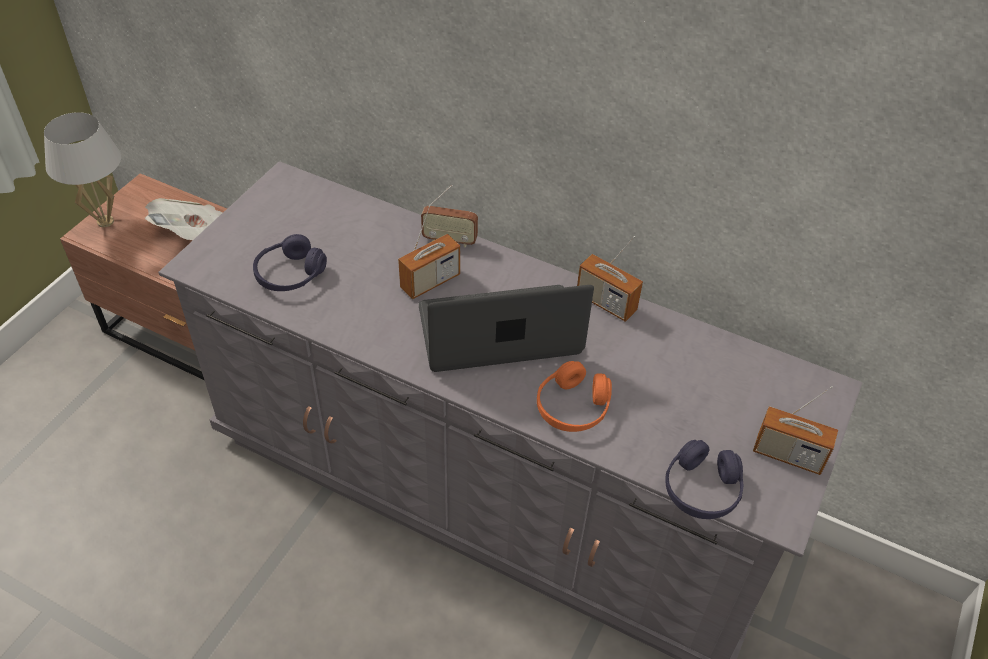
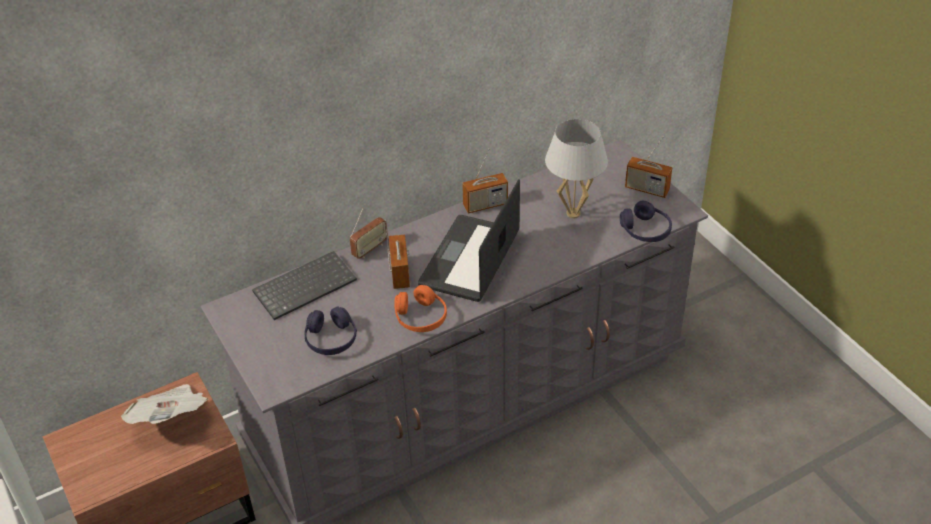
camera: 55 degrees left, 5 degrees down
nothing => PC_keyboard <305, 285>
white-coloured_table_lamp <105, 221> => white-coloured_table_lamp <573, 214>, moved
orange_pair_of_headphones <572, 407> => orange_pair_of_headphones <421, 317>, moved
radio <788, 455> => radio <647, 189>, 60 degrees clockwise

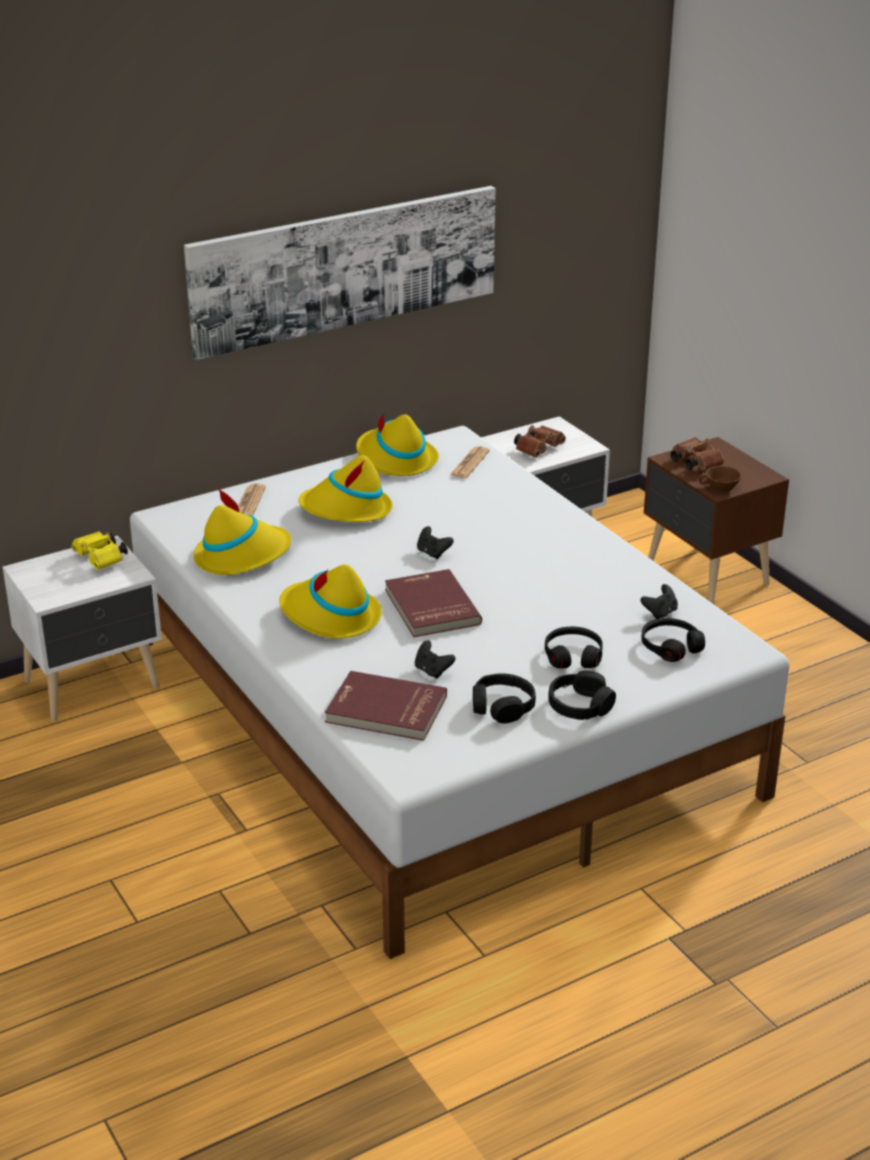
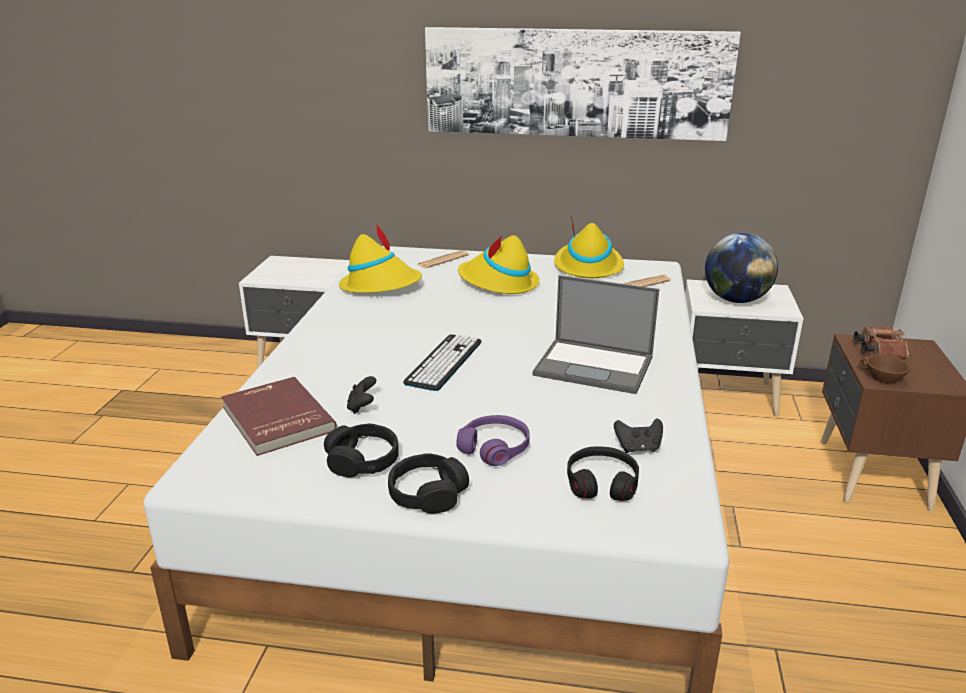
camera: 40 degrees right, 5 degrees down
yellowish_pair_of_binoculars <101, 560> => nothing
yellowish_clothing_hat <330, 616> => nothing
black_gamepad <433, 553> => nothing
nothing => notebook_computer <595, 366>
reddish_book <430, 607> => PC_keyboard <444, 362>
brownish_pair_of_binoculars <539, 449> => world_globe <735, 300>
black_pair_of_headphones <573, 656> => purple-coloured_pair_of_headphones <495, 448>

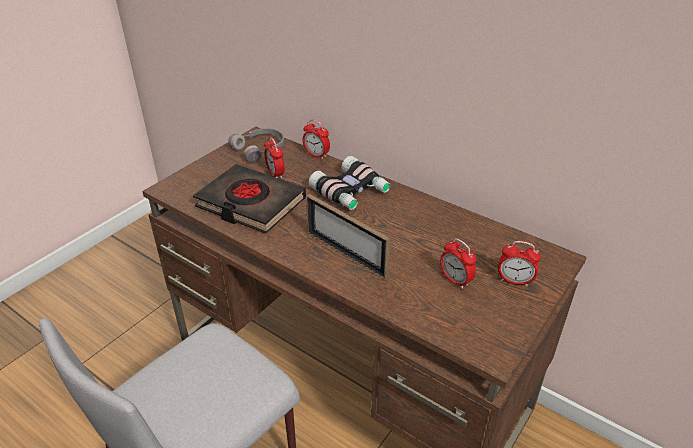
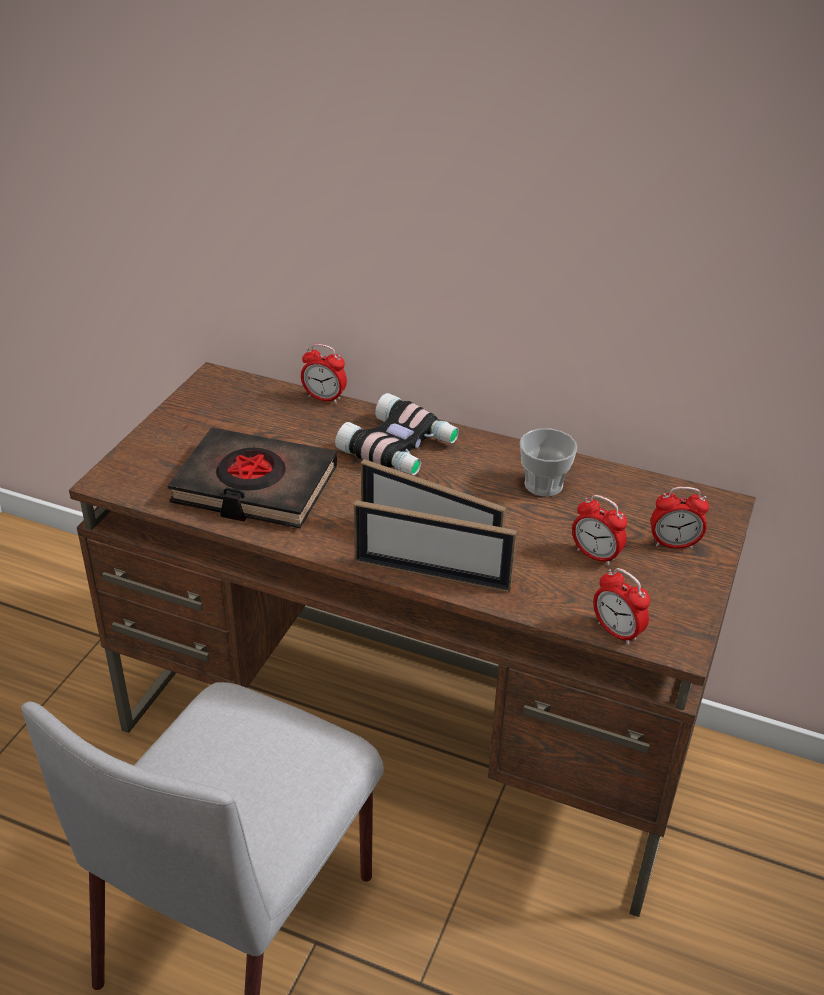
camera: 15 degrees left, 0 degrees up
grey_pair_of_headphones <260, 149> => nothing
nothing => photo_frame <432, 574>
nothing => cup <543, 485>
bedside_clock <275, 174> => bedside_clock <617, 632>, moved

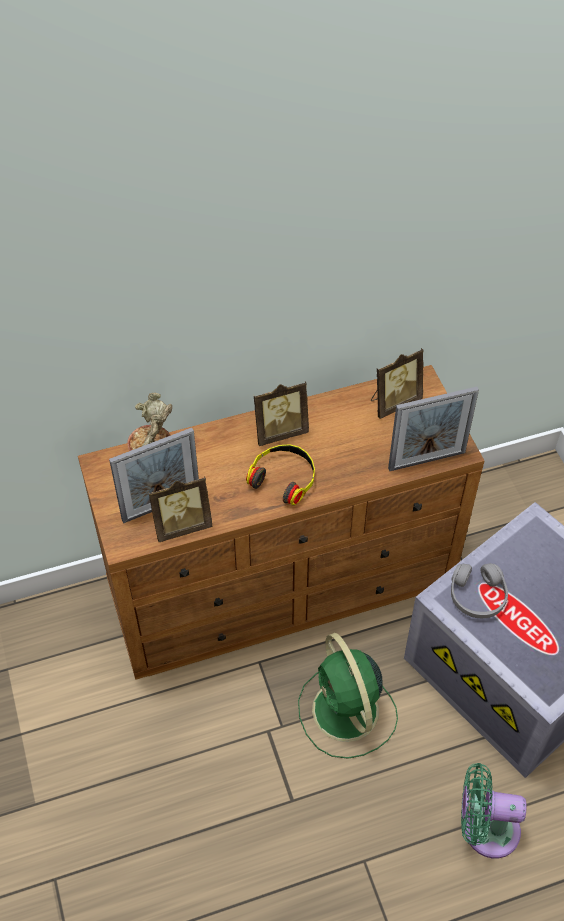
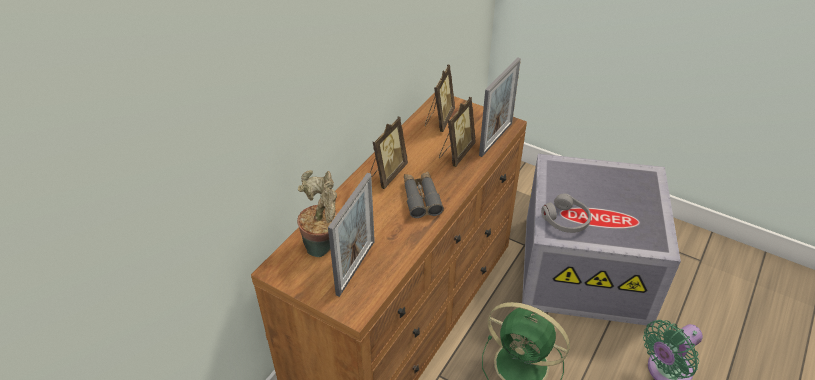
camera: 40 degrees left, 10 degrees down
photo_frame <182, 525> => photo_frame <456, 153>, moved
pair_of_headphones <283, 477> => grey_pair_of_binoculars <421, 198>

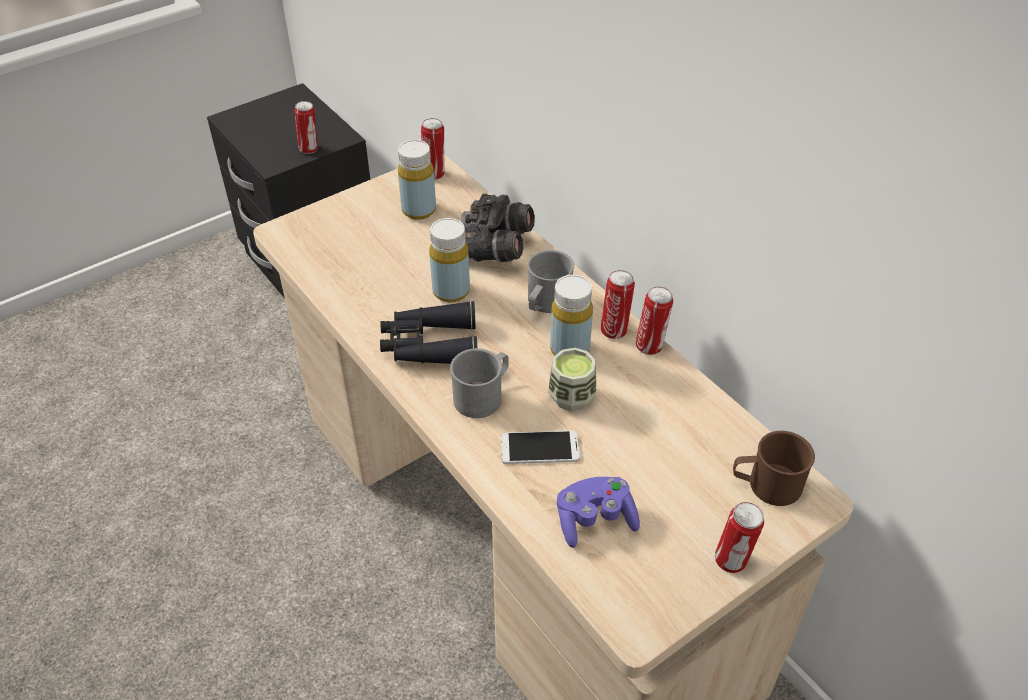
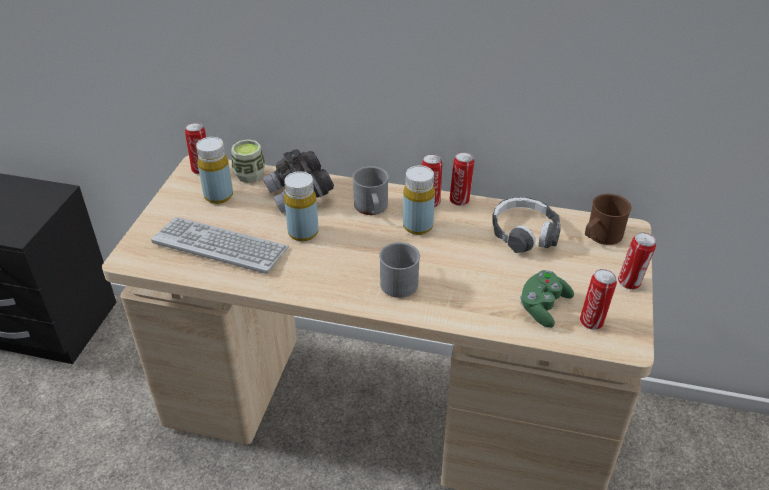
camera: 40 degrees left, 5 degrees down
black_pair_of_binoculars <429, 345> => nothing
handset <539, 448> => nothing
nothing => PC_keyboard <220, 246>
nothing => pair_of_headphones <524, 232>
metal_can <309, 149> => metal_can <592, 321>, moved
cup <571, 397> => cup <249, 175>, moved
purple-coloured_gamepad <595, 520> => green_gamepad <543, 307>

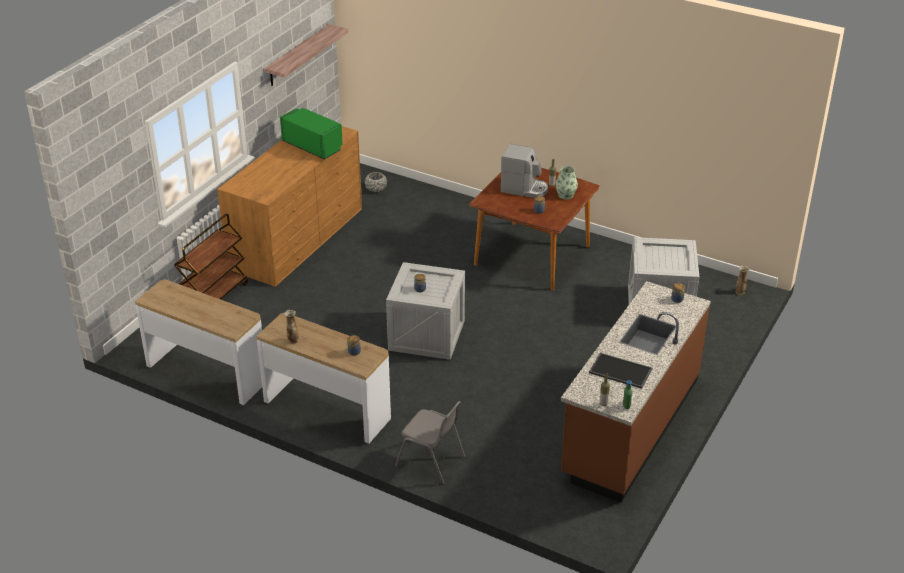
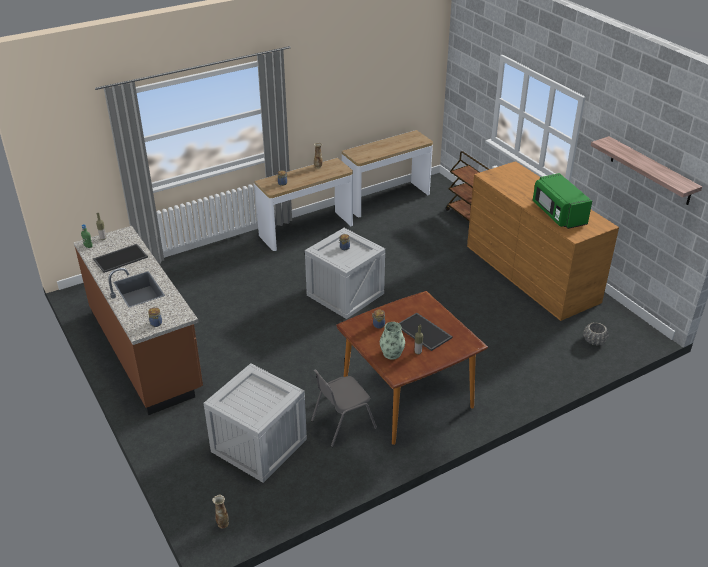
camera: 120 degrees right, 0 degrees up
grey_plain_chair <431, 461> => grey_plain_chair <342, 424>, moved
coffee_maker <524, 189> => carrying_tray <424, 331>
green_microwave <313, 146> => green_microwave <558, 214>, 90 degrees clockwise

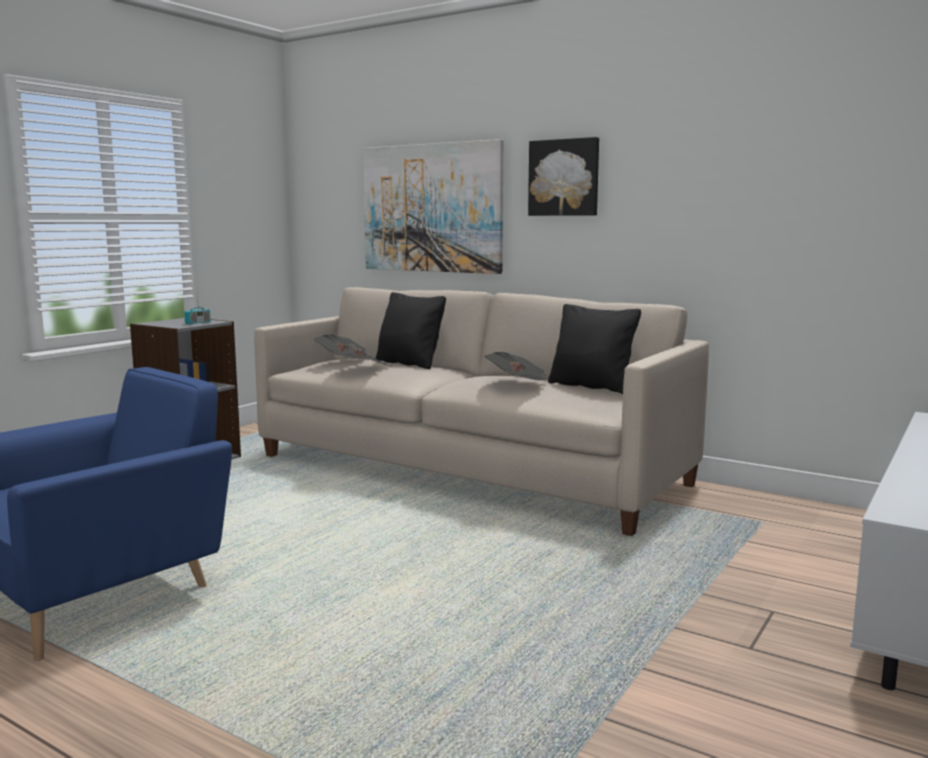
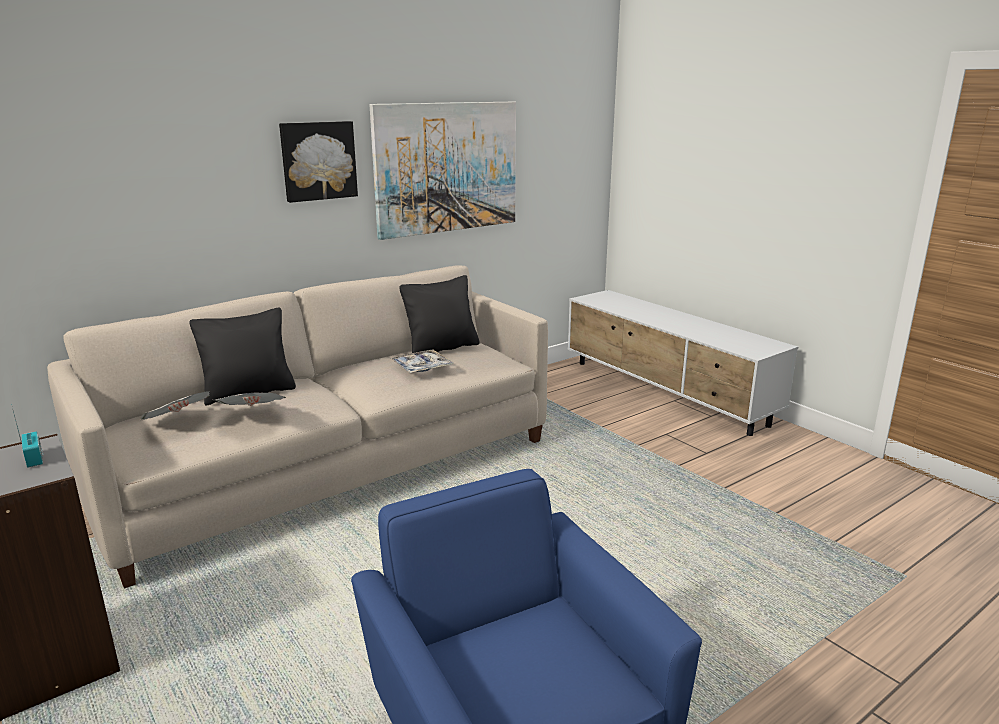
camera: 70 degrees left, 10 degrees up
wall_art <431, 208> => wall_art <447, 168>, moved
printed_paper <518, 384> => carrying_tray <421, 367>

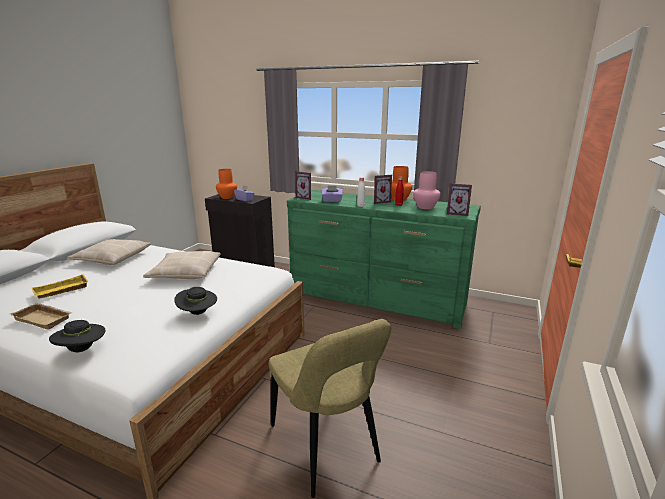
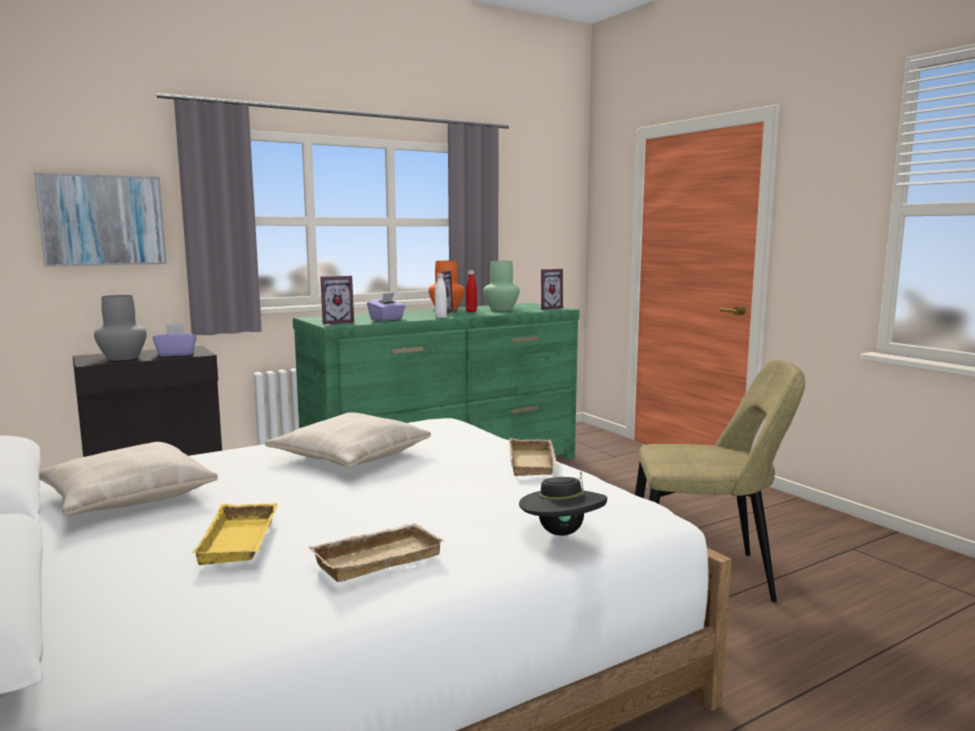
camera: 55 degrees left, 10 degrees down
nothing => wall_art <103, 220>
black_clothing_hat <198, 313> => beige-coloured_carrying_tray <534, 463>
orange_vase <227, 197> => grey_vase <122, 358>
pinkish_vase <425, 207> => green_vase <501, 309>

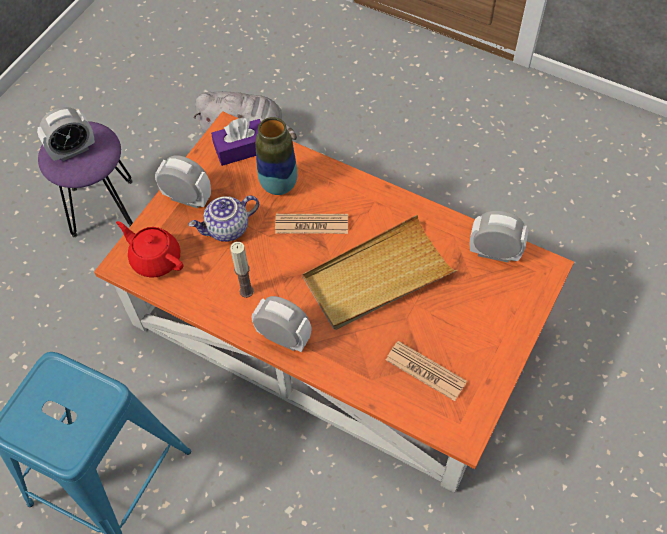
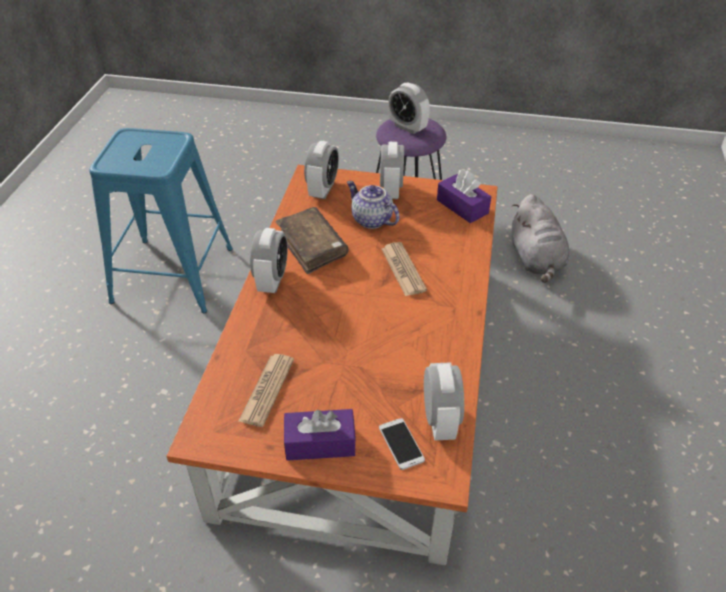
camera: 70 degrees right, 15 degrees down
vase <278, 184> => nothing
beige-coloured_carrying_tray <377, 276> => nothing
nothing => purple-coloured_box_of_tissues <320, 443>
nothing => handset <401, 444>
reddish_teapot <155, 259> => bedside_clock <322, 190>
wax_light <246, 291> => brownish_book <312, 247>

